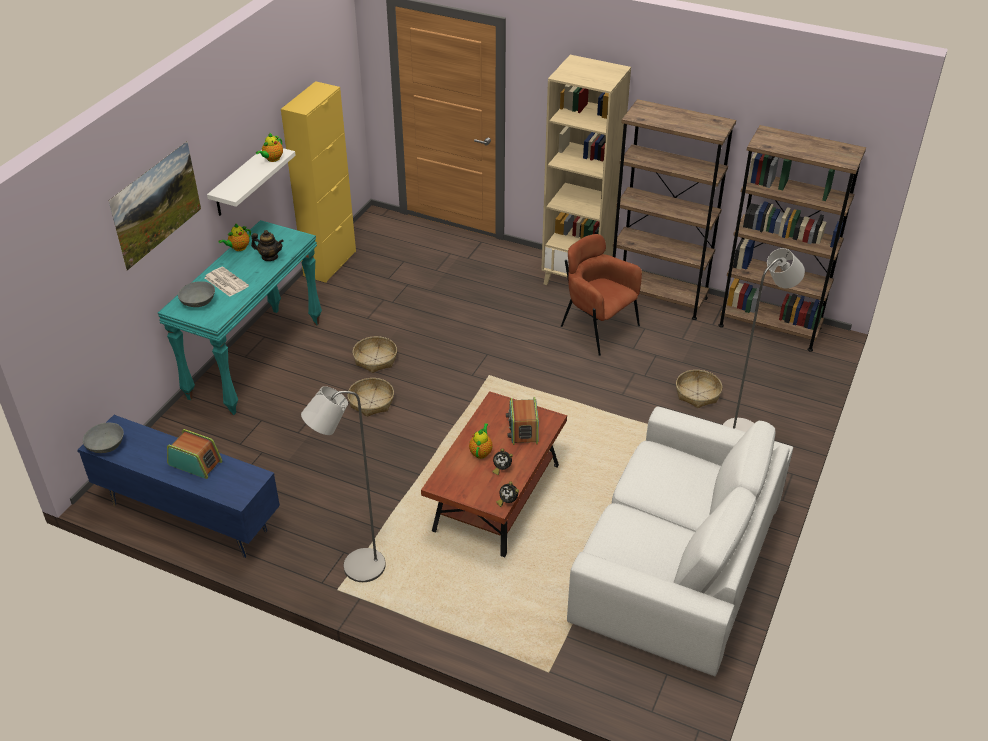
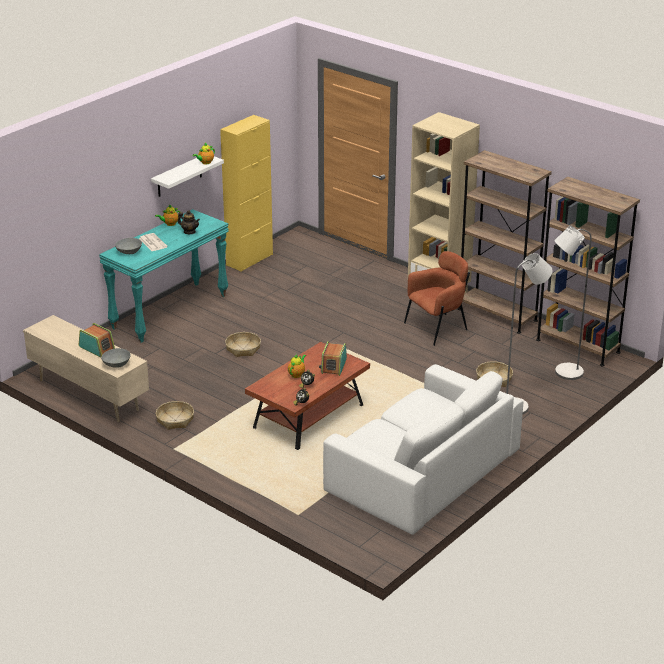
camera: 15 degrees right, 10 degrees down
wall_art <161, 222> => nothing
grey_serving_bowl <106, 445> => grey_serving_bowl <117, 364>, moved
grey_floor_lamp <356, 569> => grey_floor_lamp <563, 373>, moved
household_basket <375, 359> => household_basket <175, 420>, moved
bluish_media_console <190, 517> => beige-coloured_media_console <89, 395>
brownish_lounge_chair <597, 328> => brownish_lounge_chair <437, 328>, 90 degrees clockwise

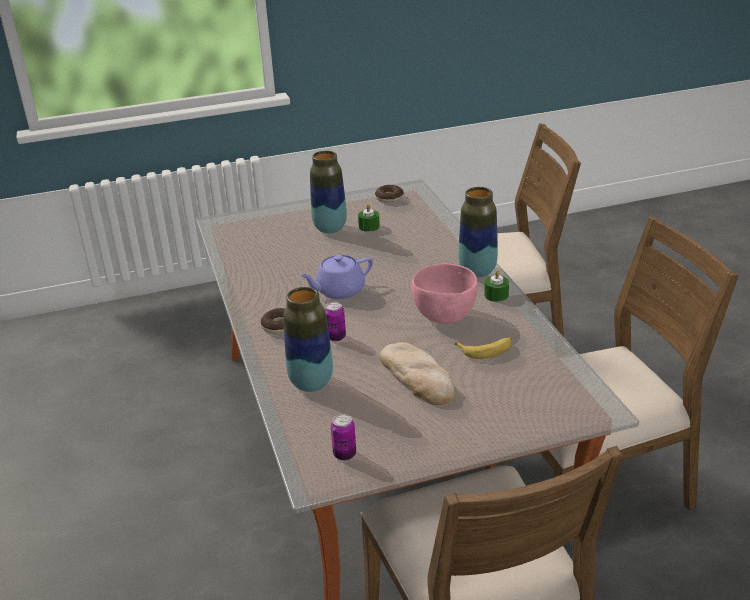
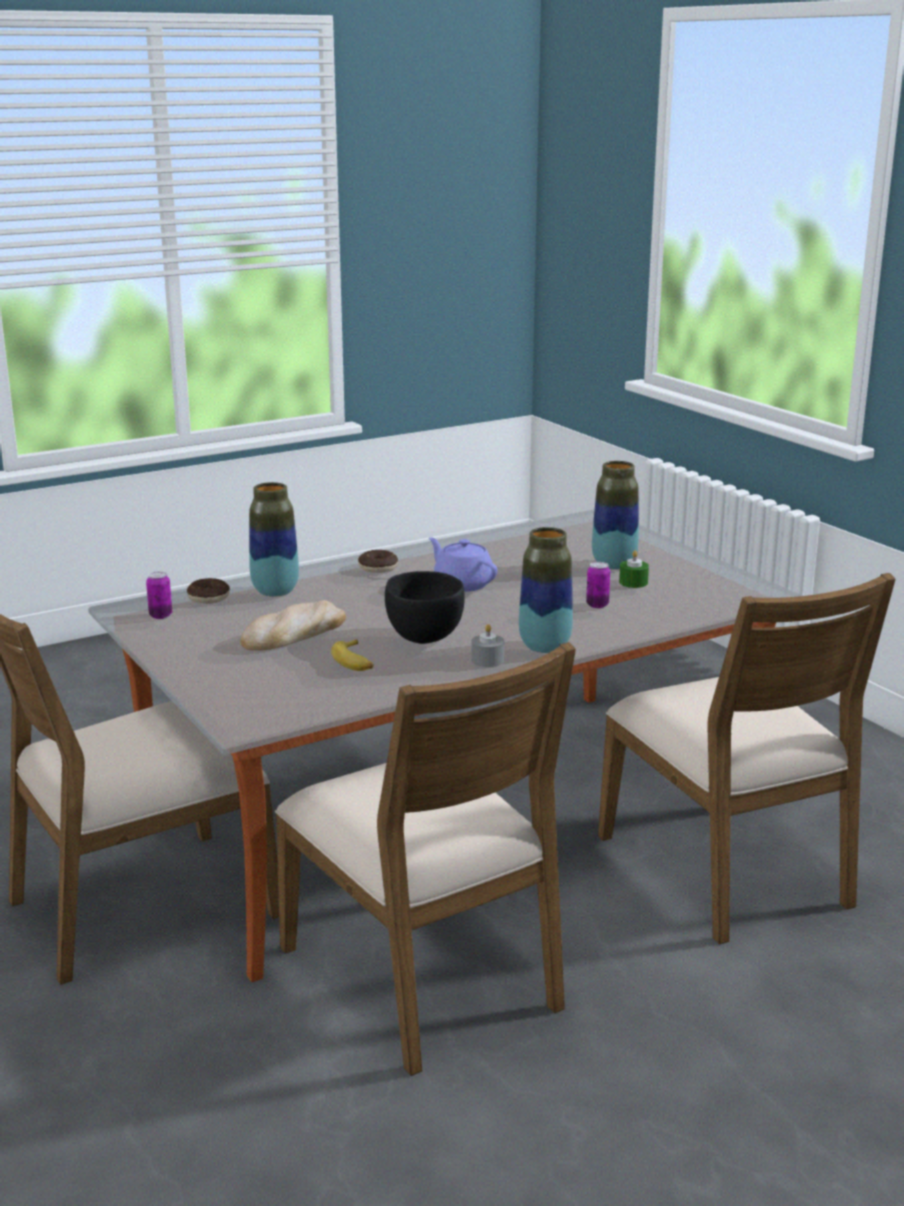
camera: 75 degrees right, 10 degrees down
metal_can <336, 337> => metal_can <597, 605>, moved
donut <389, 198> => donut <208, 598>, moved
pinkish_serving_bowl <444, 316> => black_serving_bowl <424, 636>
green_wax_light <496, 295> => grey_wax_light <487, 660>

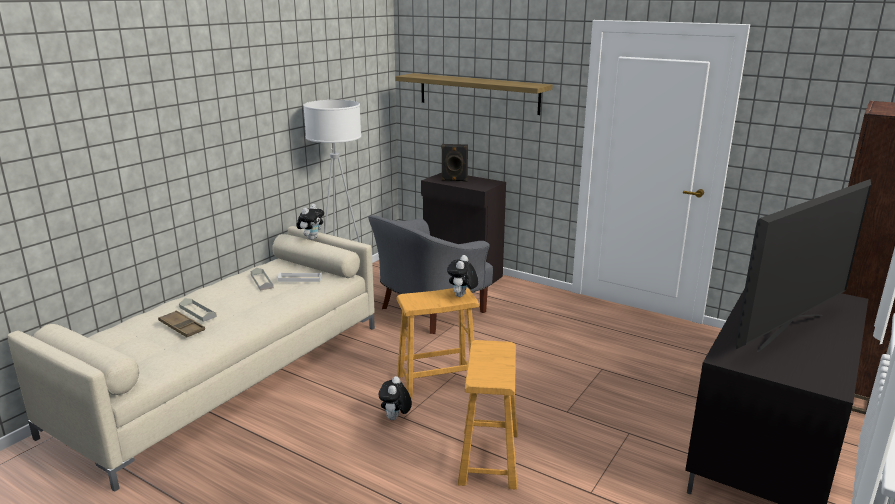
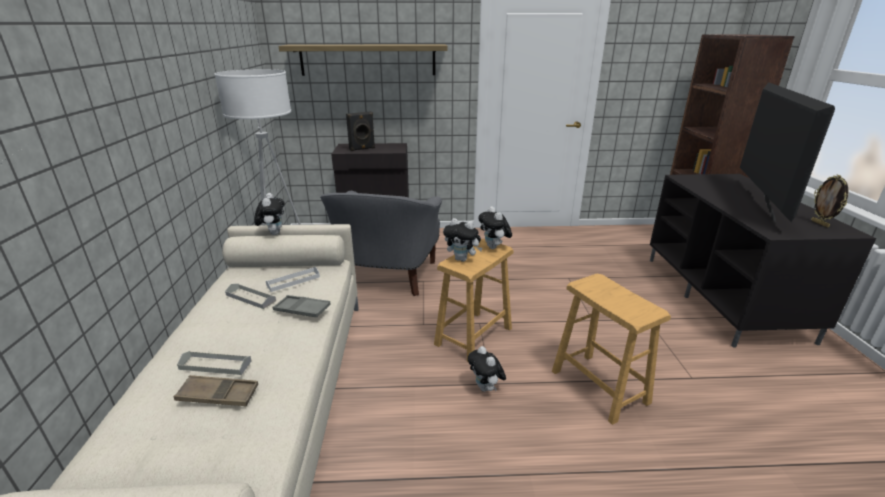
camera: 35 degrees left, 5 degrees up
nothing => grey_carrying_tray <302, 310>
nothing => cuddly_toy <462, 259>
nothing => photo_frame <820, 224>

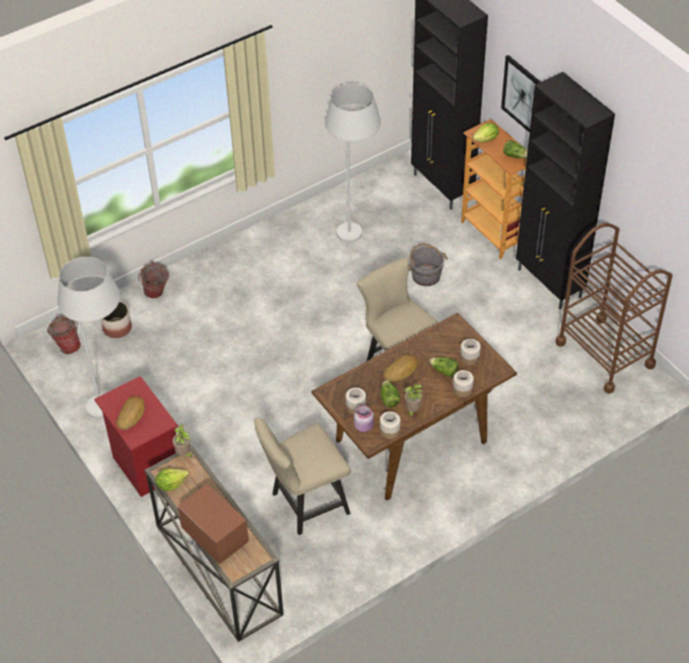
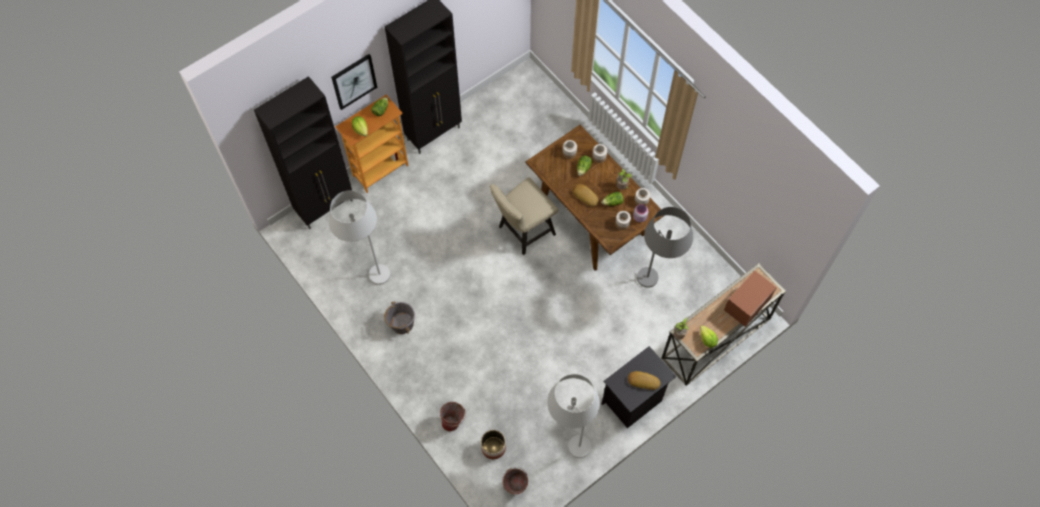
camera: 95 degrees left, 15 degrees up
brownish_cart <605, 354> => nothing
grey_pail <426, 275> => grey_pail <401, 323>, moved
beige-coloured_plain_chair <305, 505> => grey_floor_lamp <654, 286>
reddish_night_table <146, 466> => black_night_table <633, 402>

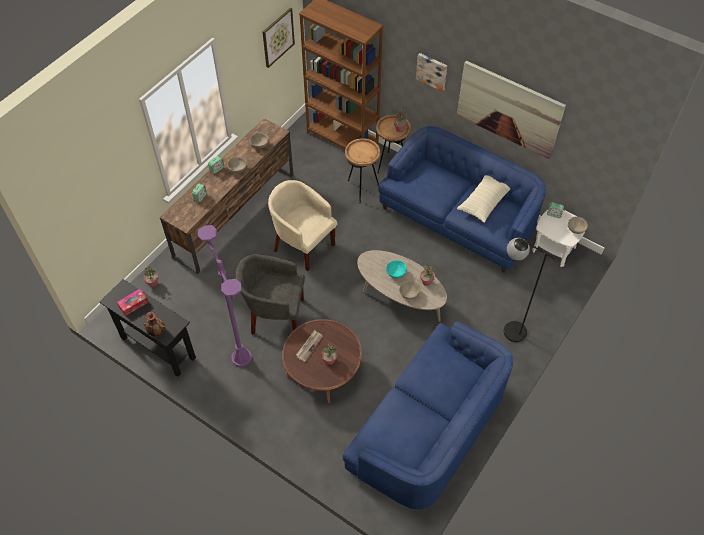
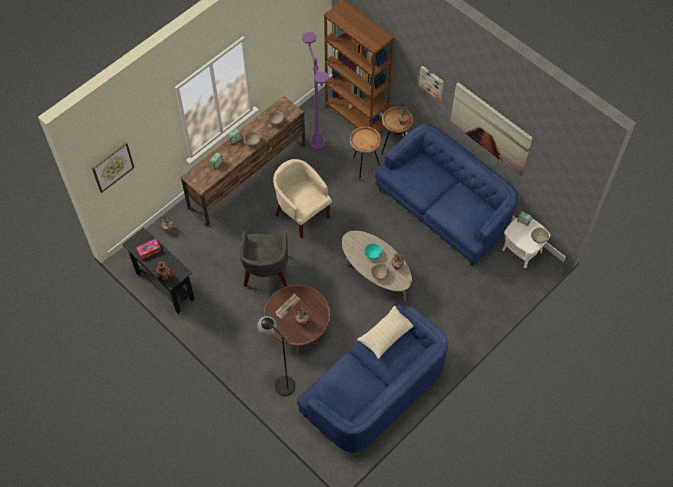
camera: 10 degrees right, 5 degrees up
purple-coloured_floor_lamp <241, 358> => purple-coloured_floor_lamp <317, 142>, moved
wall_art <278, 37> => wall_art <112, 166>, moved
beige-coloured_throw_pillow <484, 203> => beige-coloured_throw_pillow <386, 335>, moved
black_floor_lamp <507, 327> => black_floor_lamp <279, 380>, moved
grey_lounge_chair <274, 314> => grey_lounge_chair <266, 272>, 105 degrees counterclockwise

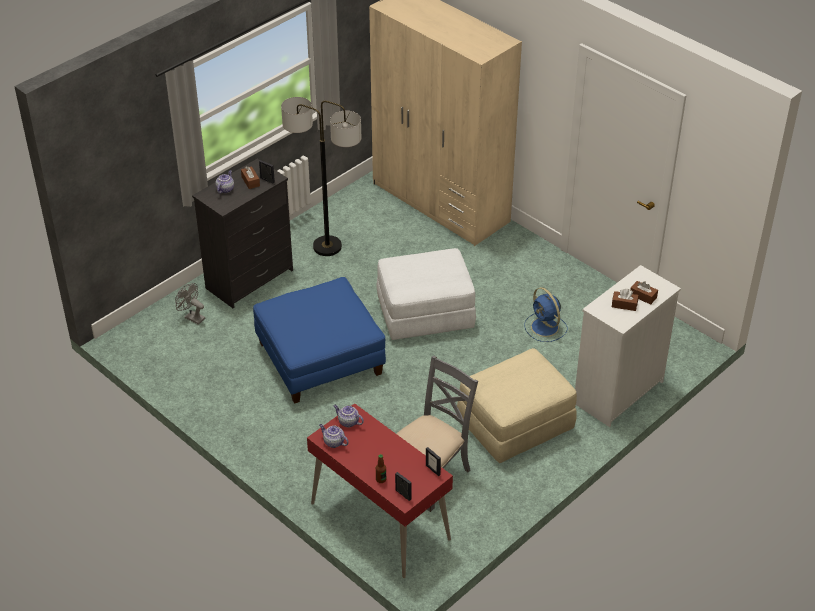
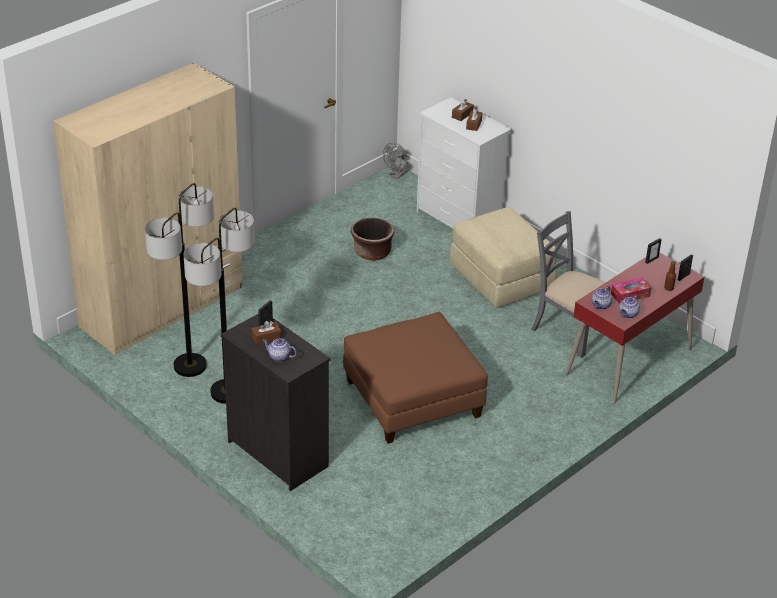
camera: 90 degrees left, 5 degrees down
white-coloured_footrest <426, 313> => nothing
nothing => floor_lamp <190, 366>
nothing => box_of_tissues <630, 295>
grey_fan <192, 317> => grey_fan <397, 175>, moved
bluish_fan <545, 328> => brownish_planter <372, 252>
bluish_footrest <320, 358> => brownish_footrest <412, 398>

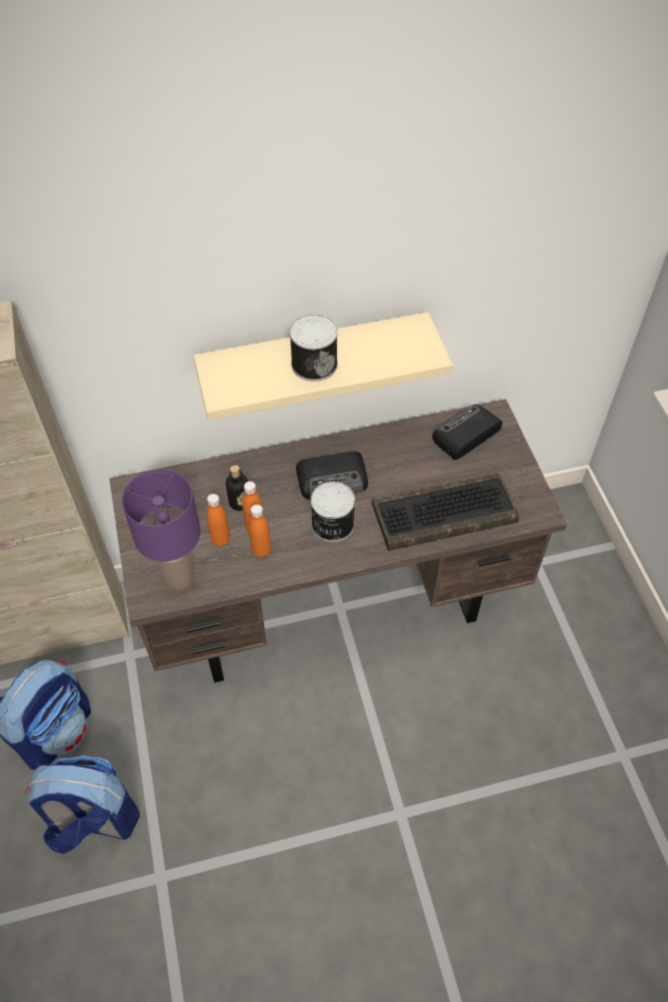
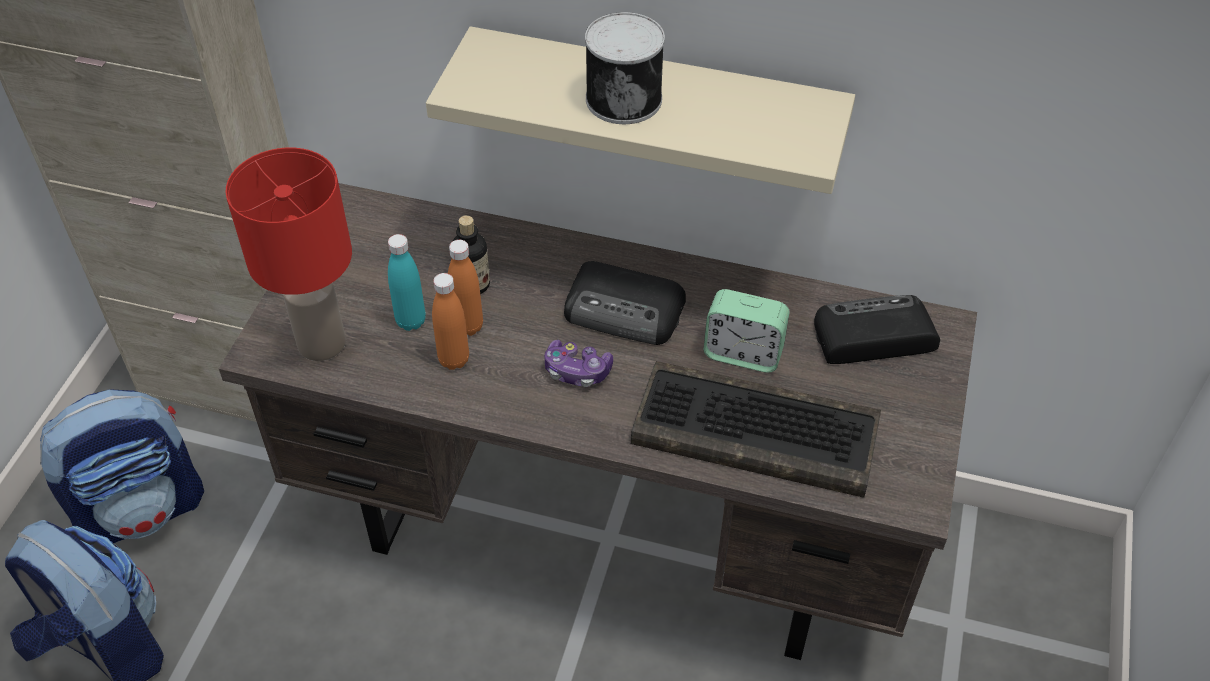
camera: 30 degrees right, 5 degrees down
nothing => bedside_clock <743, 353>
metal_can <332, 525> => gamepad <577, 371>
purple-coloured_table_lamp <179, 577> => reddish_table_lamp <321, 344>
orange_drink_bottle <220, 540> => blue-green_drink_bottle <411, 321>

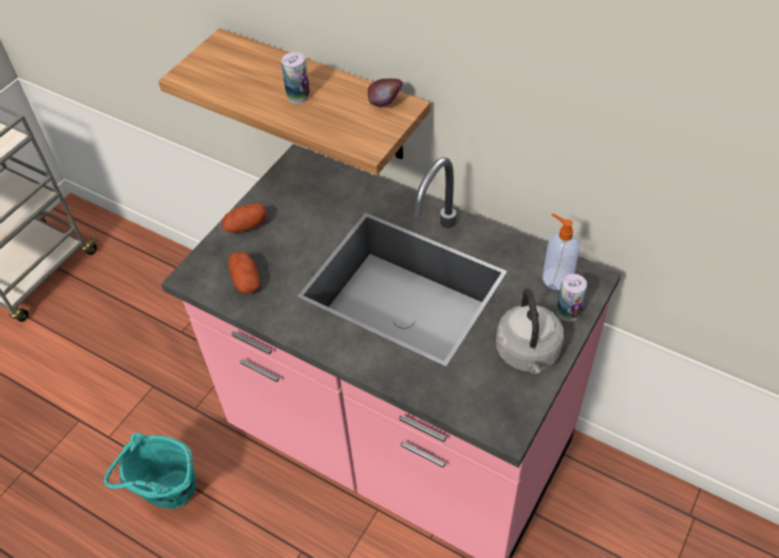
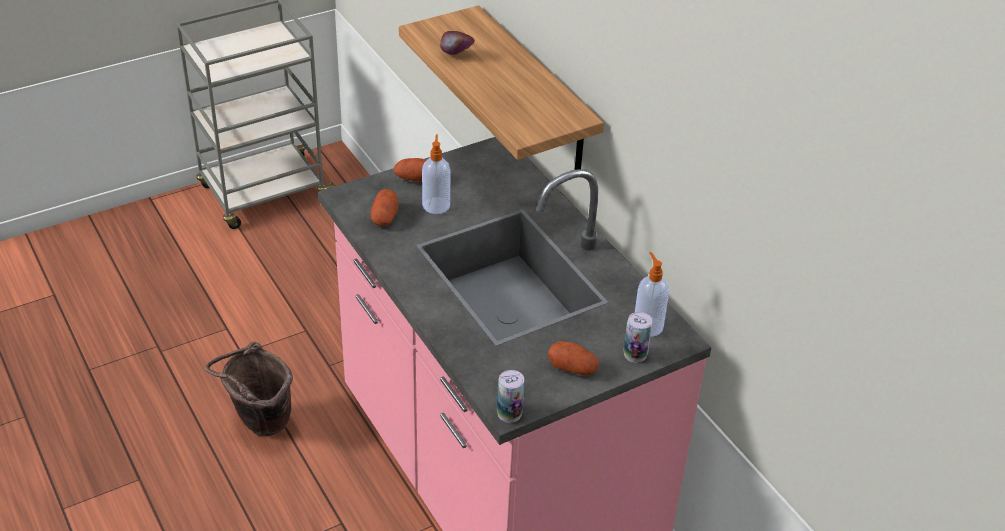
camera: 25 degrees right, 10 degrees down
nothing => soap_bottle <436, 205>
metal_can <298, 96> => metal_can <509, 413>, moved
whole_apple <385, 104> => whole_apple <456, 55>, moved
grey_tea_kettle <528, 354> => potato <572, 368>
blue-green_pail <169, 498> => brownish_pail <259, 425>

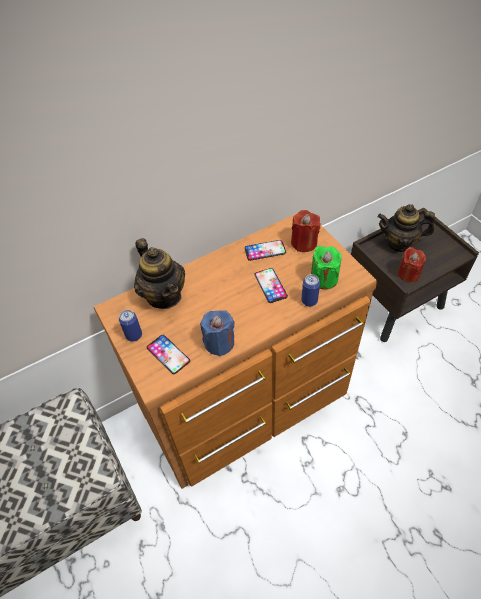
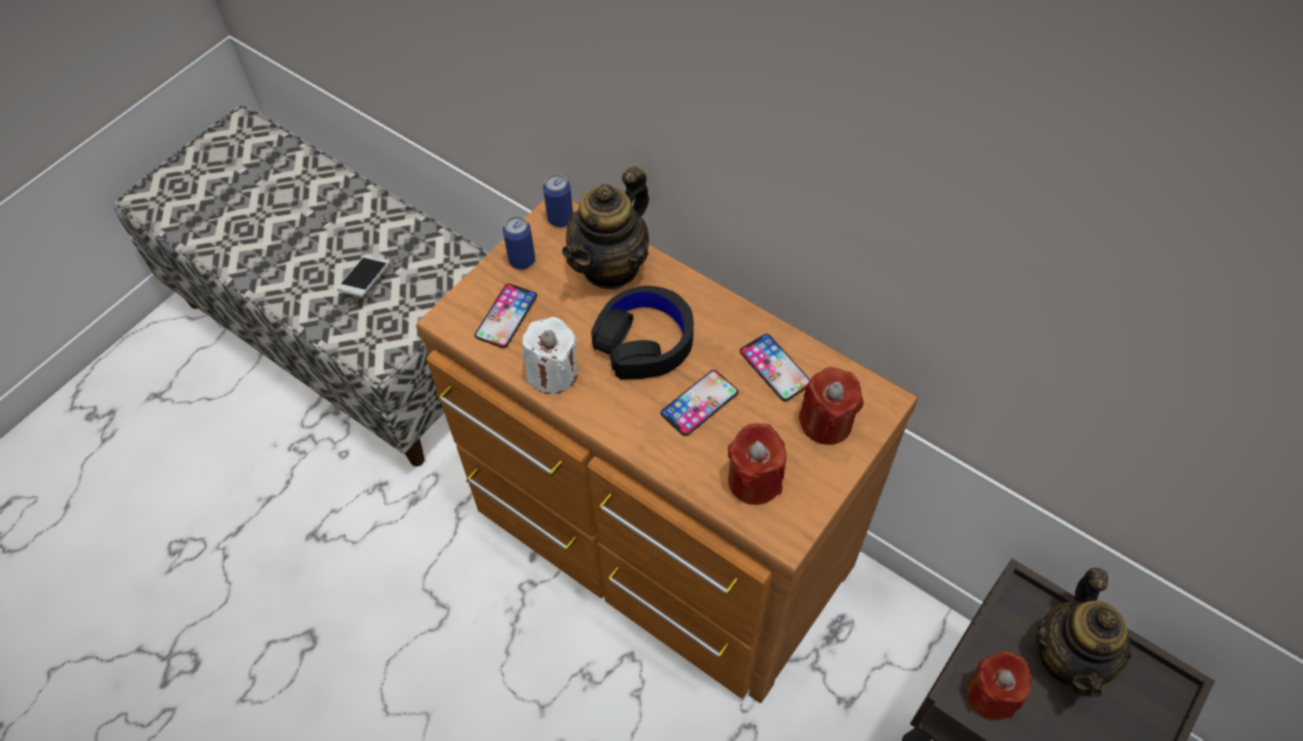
camera: 65 degrees right, 5 degrees up
nothing => handset <366, 281>
nothing => black_pair_of_headphones <644, 341>
metal_can <309, 301> => metal_can <560, 219>, moved
bluish_wax_light <219, 342> => white-coloured_wax_light <552, 373>
green_wax_light <324, 278> => reddish_wax_light <754, 480>
teapot <399, 244> => teapot <1070, 657>, 150 degrees counterclockwise

